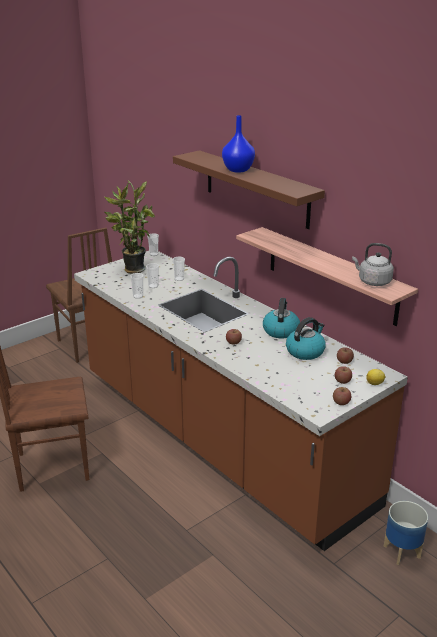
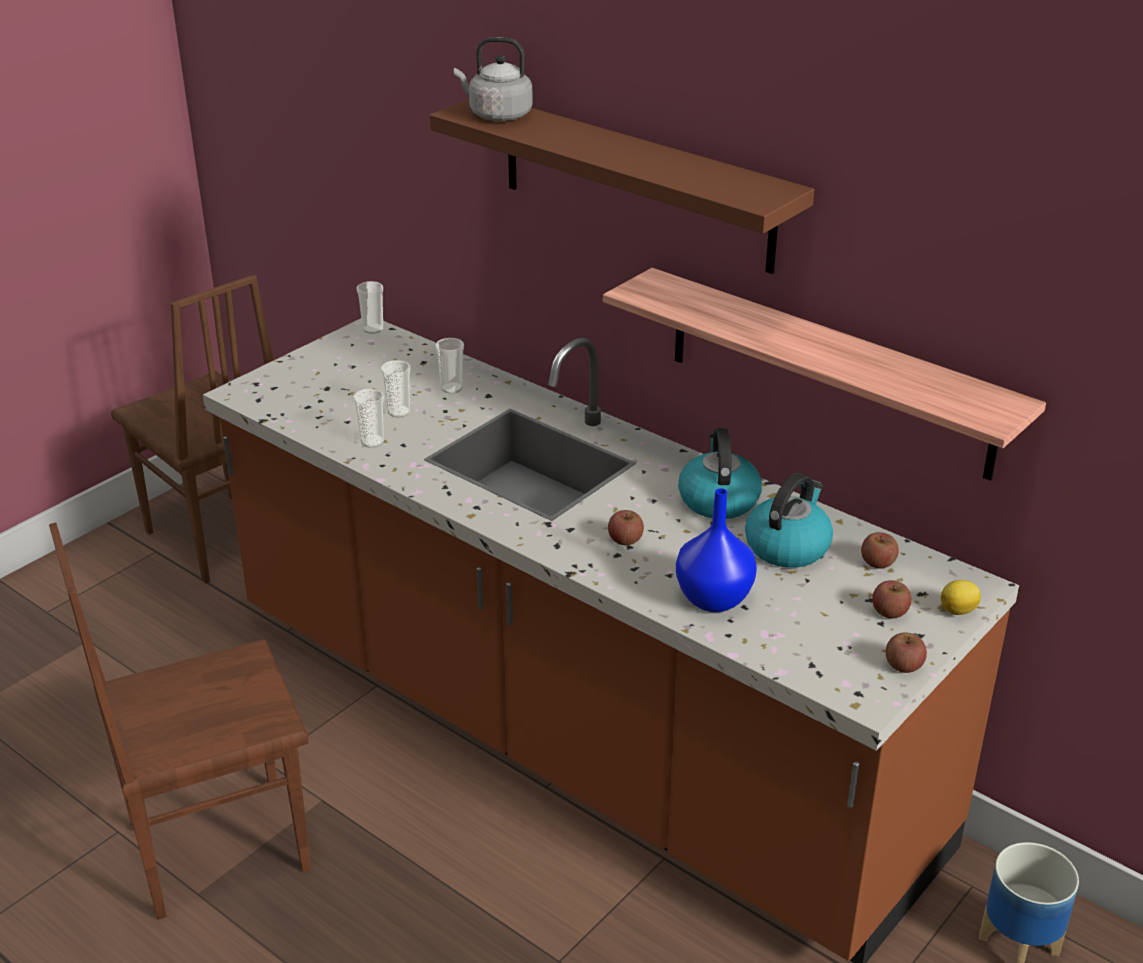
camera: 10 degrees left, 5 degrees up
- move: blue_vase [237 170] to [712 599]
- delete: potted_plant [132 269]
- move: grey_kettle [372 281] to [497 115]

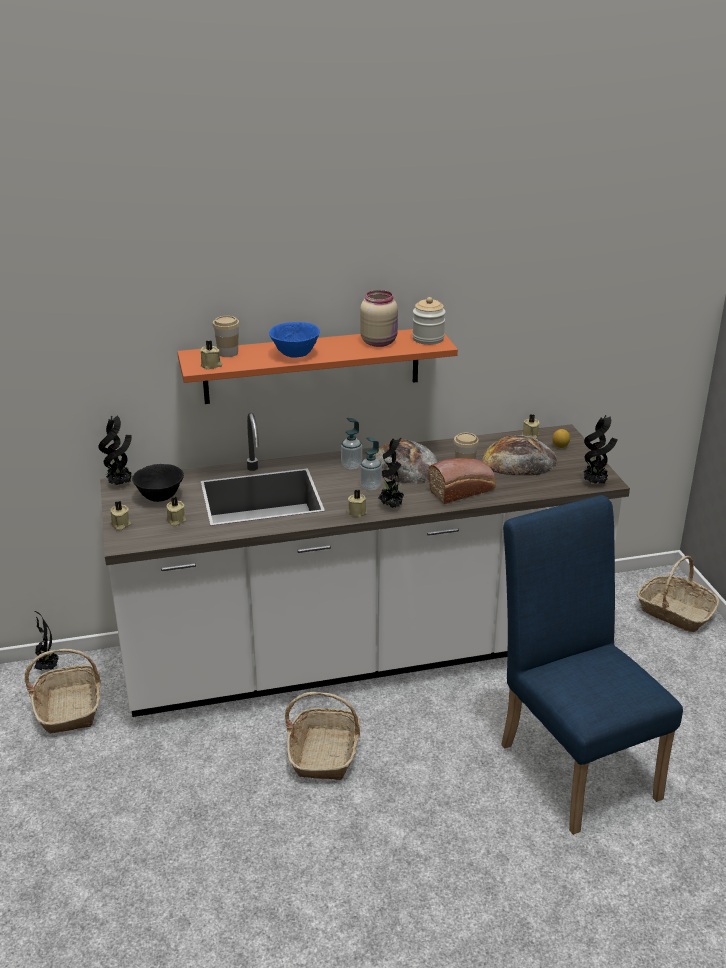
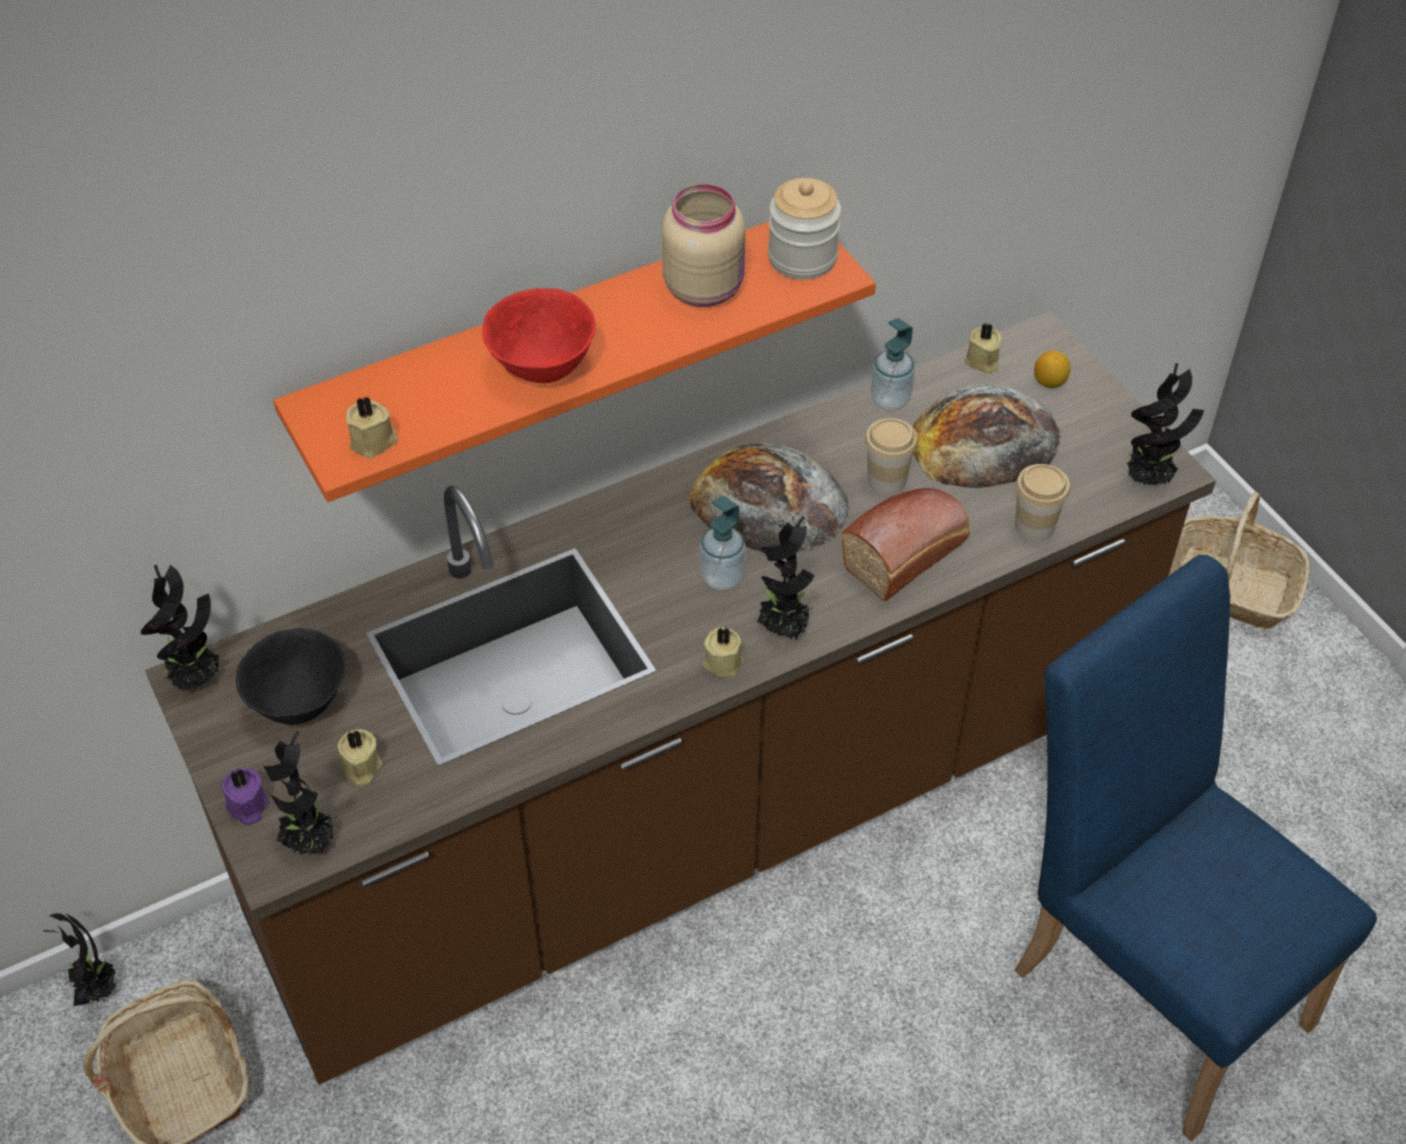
camera: 15 degrees left, 20 degrees up
- move: cup [228 353] to [1034 526]
- recolor: blue_bowl [295 355] to red_bowl [542 368]
- recolor: white_counter [363 655] to brown_counter [703 816]
- move: soap_dispenser [351 465] to [890 400]
- recolor: beige_candle [120 525] to purple_candle [247 807]
- delete: basket [324 753]
- insert: potted_plant [311 842]

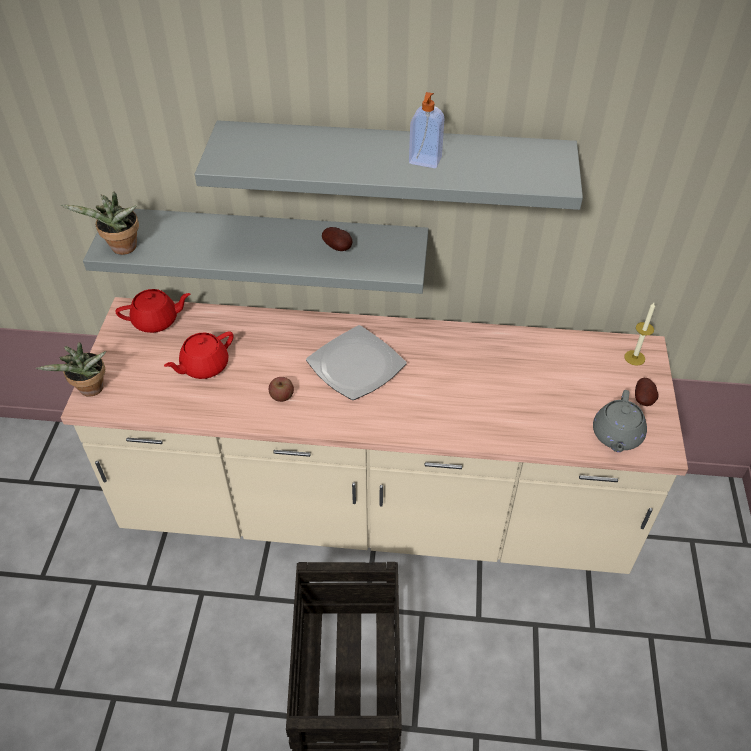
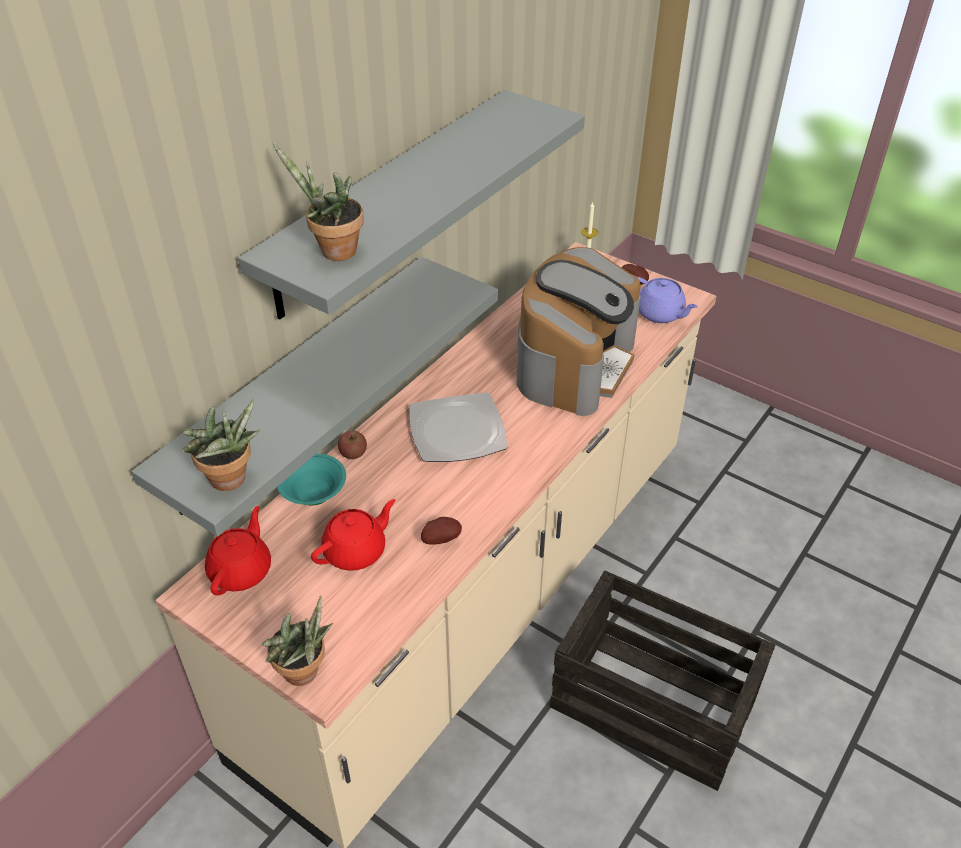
camera: 60 degrees left, 5 degrees down
- delete: soap_dispenser [425 161]
- move: potato [339 248] to [441 539]
- rotate: red_teapot [204 366] = [356 551] 120 degrees counterclockwise
- move: apple [282 396] to [353 453]
- recolor: grey_teapot [616 436] to purple_teapot [660 314]
- insert: potted_plant [333 251]
- insert: coffee_machine [574 364]
- insert: turquoise_bowl [314 496]

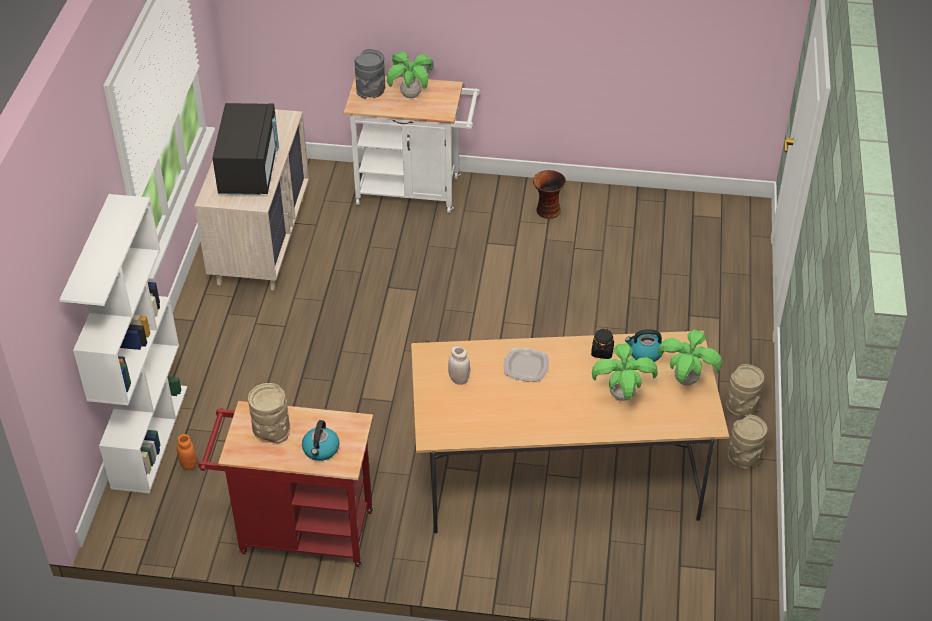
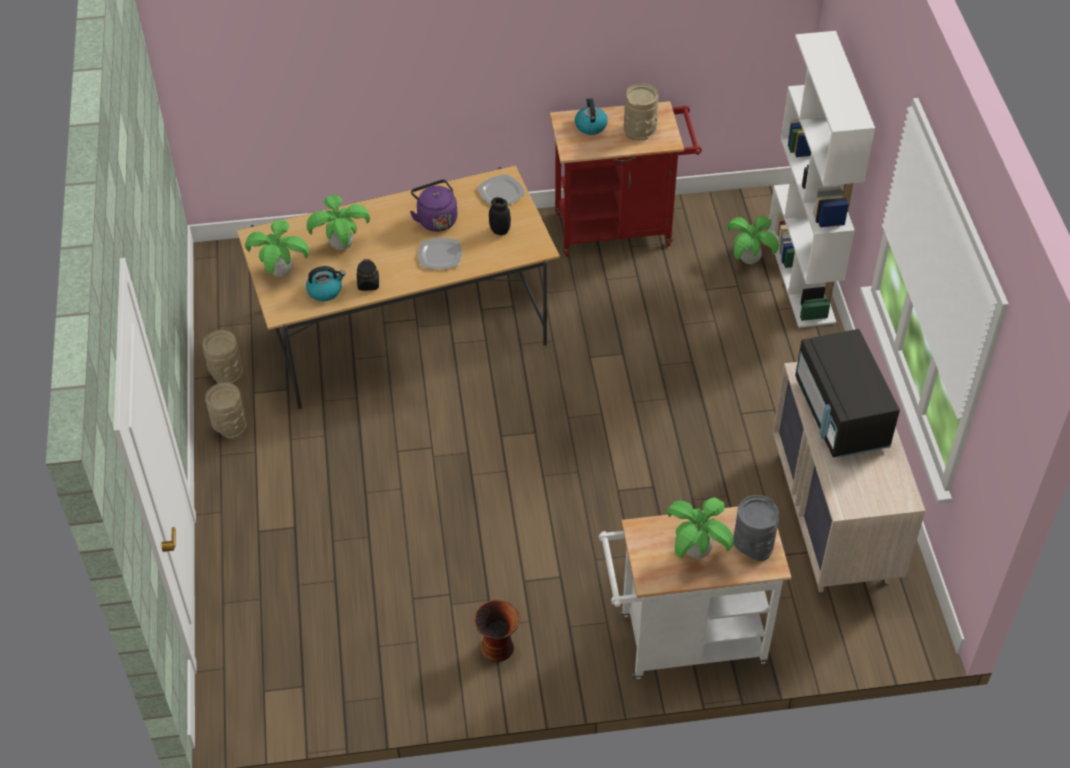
camera: 165 degrees right, 5 degrees up
- recolor: white_jar [459 379] to black_jar [500 230]
- replace: orange_jar [188 464] to potted_plant [749 260]
- insert: plate [501 192]
- insert: purple_kettle [436 219]

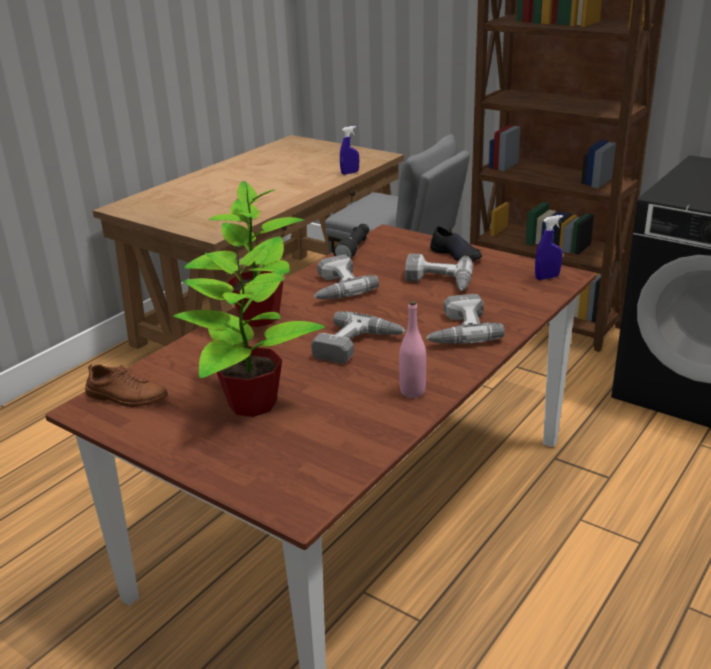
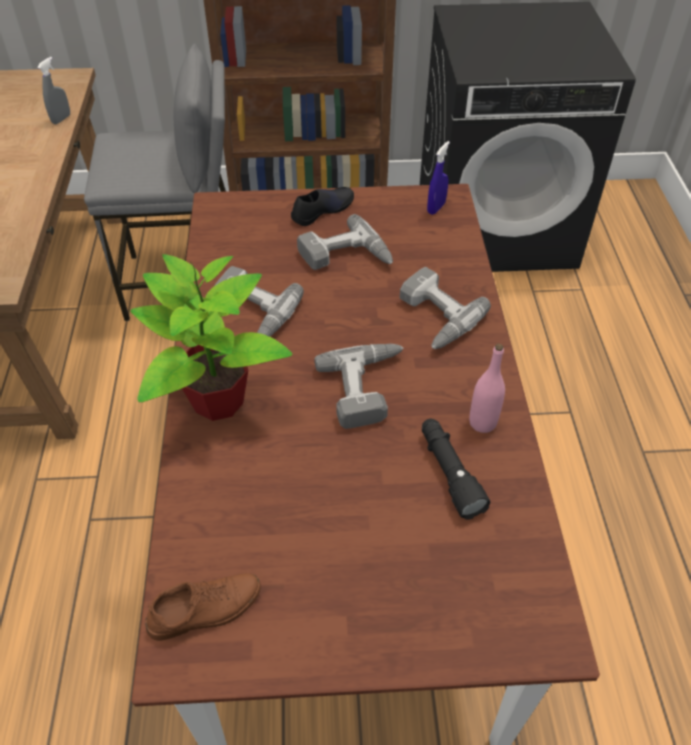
camera: 40 degrees left, 20 degrees up
- recolor: blue_spray_bottle [350 173] to grey_spray_bottle [61 119]
- move: black_flashlight [354 249] to [449 473]
- rotate: black_shoe [456 255] = [322 210] 45 degrees counterclockwise
- delete: potted_plant [251 403]

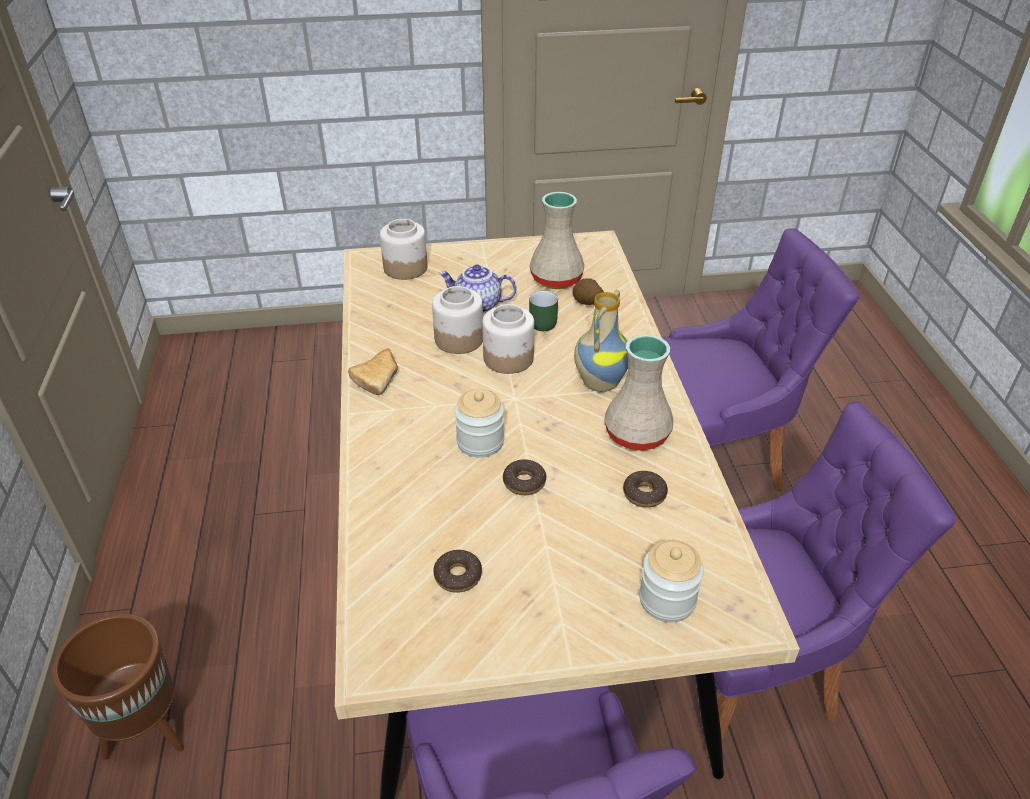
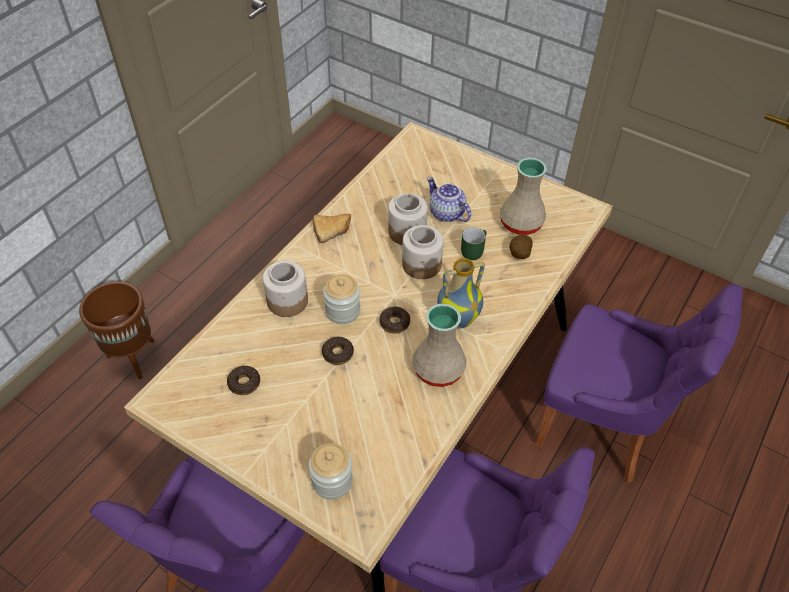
camera: 40 degrees right, 10 degrees up
- move: jar [405 267] to [288 301]
- move: donut [644 494] to [394 323]

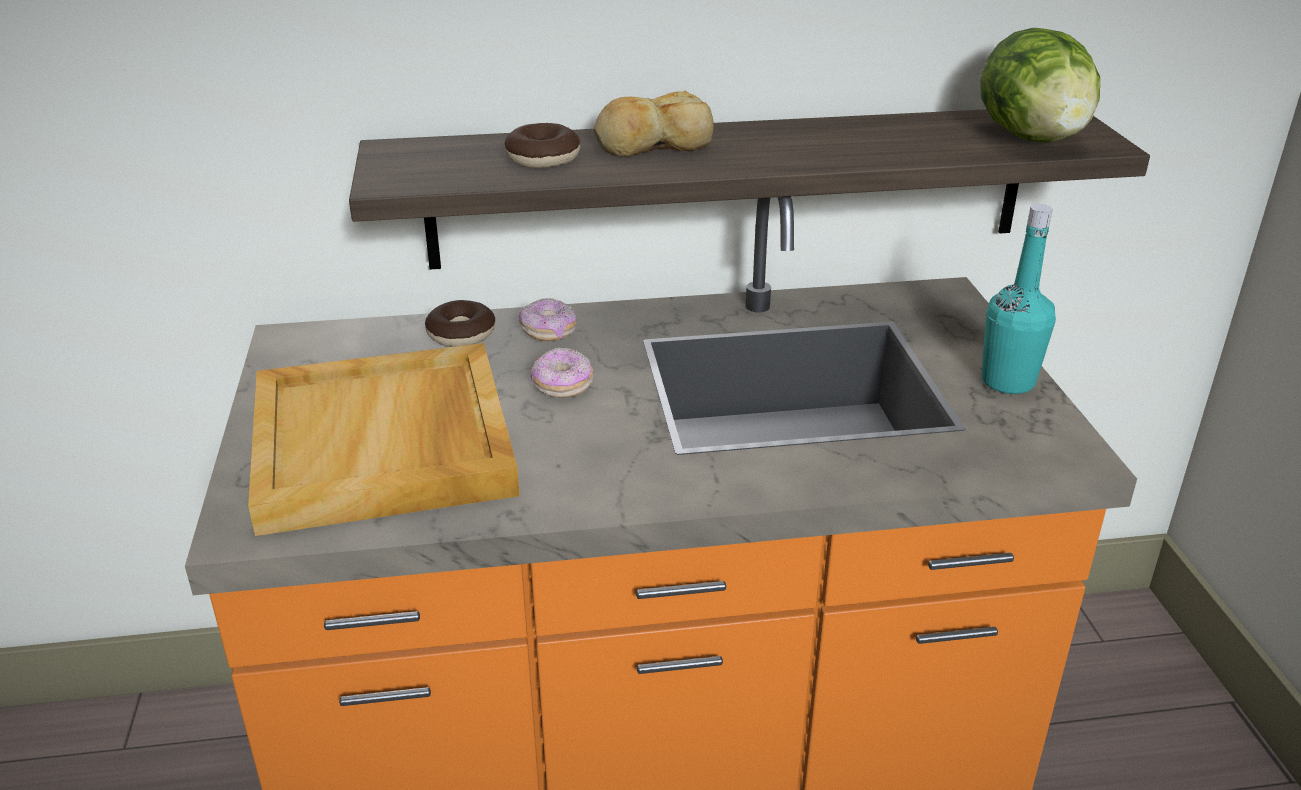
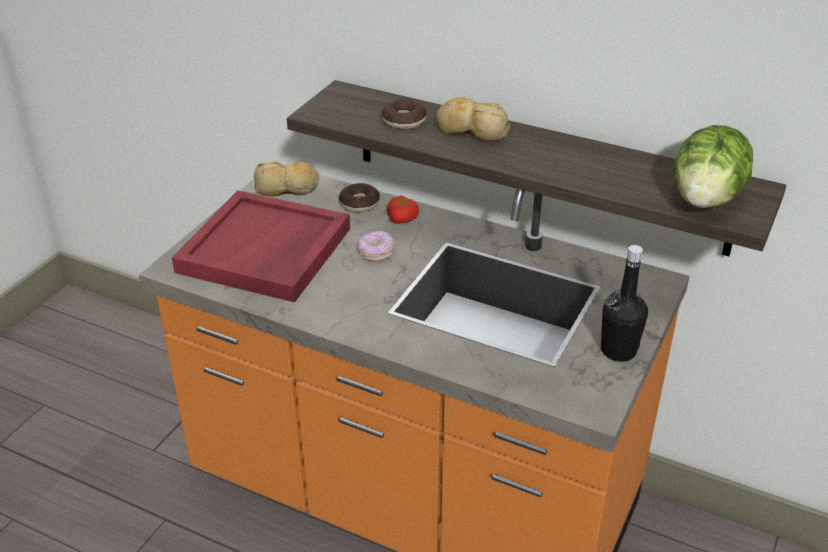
camera: 35 degrees right, 5 degrees up
- recolor: turquoise_bottle [1007 381] to black_bottle [618 350]
- replace: donut [549 332] to tomato [403 219]
- recolor: beige_tray [385 445] to red_tray [265 251]
- insert: bread [287 188]

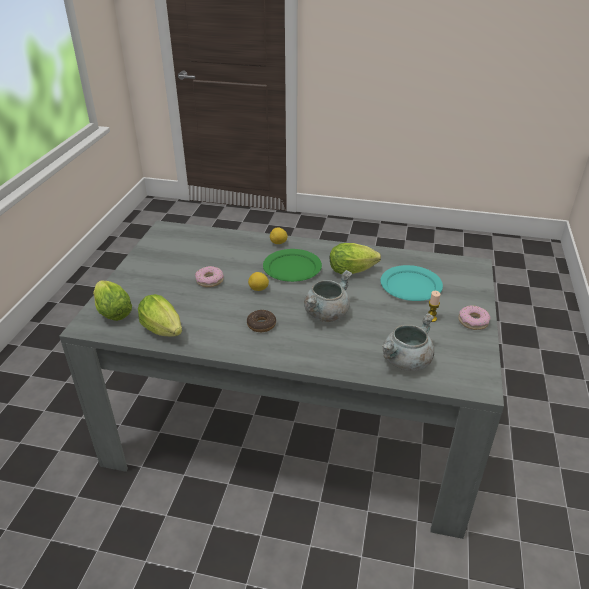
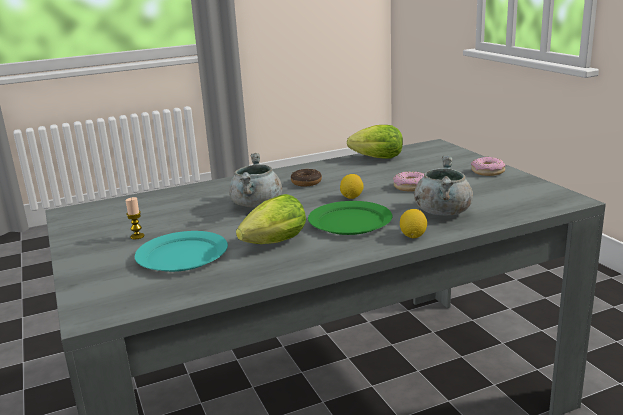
camera: 145 degrees right, 15 degrees down
- delete: lettuce [112 311]
- move: donut [473 321] to [487 171]
- move: grey_cooking_pot [406 361] to [442 211]

